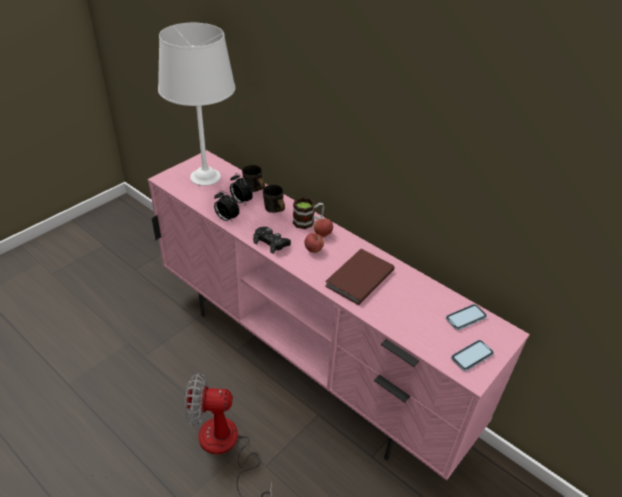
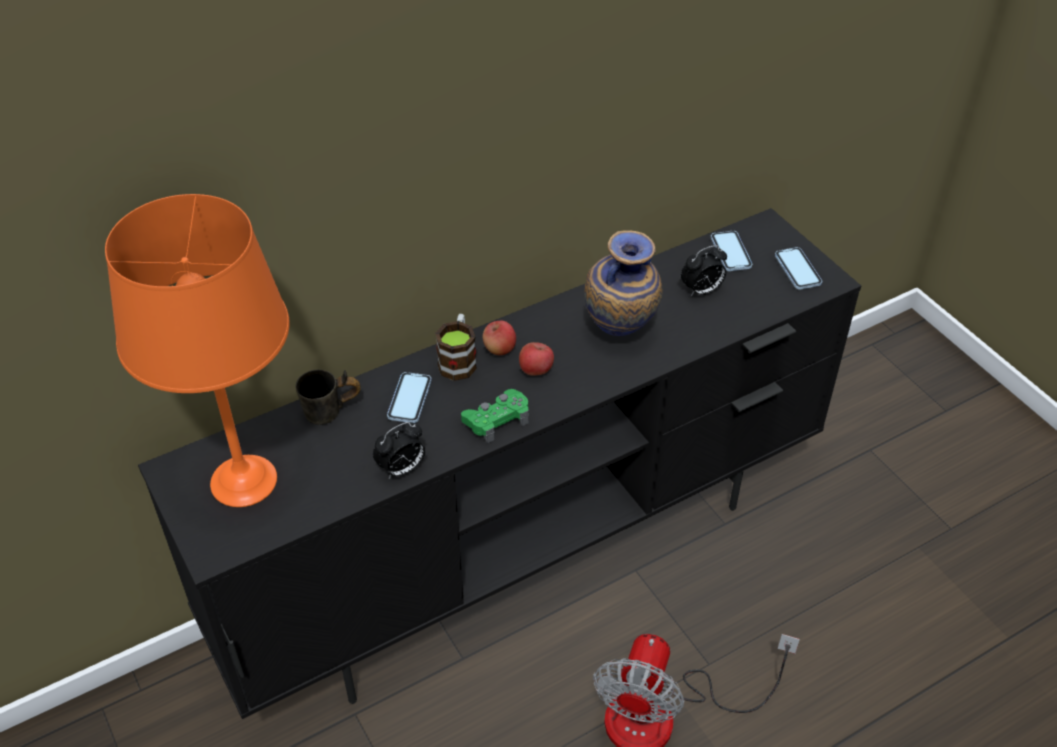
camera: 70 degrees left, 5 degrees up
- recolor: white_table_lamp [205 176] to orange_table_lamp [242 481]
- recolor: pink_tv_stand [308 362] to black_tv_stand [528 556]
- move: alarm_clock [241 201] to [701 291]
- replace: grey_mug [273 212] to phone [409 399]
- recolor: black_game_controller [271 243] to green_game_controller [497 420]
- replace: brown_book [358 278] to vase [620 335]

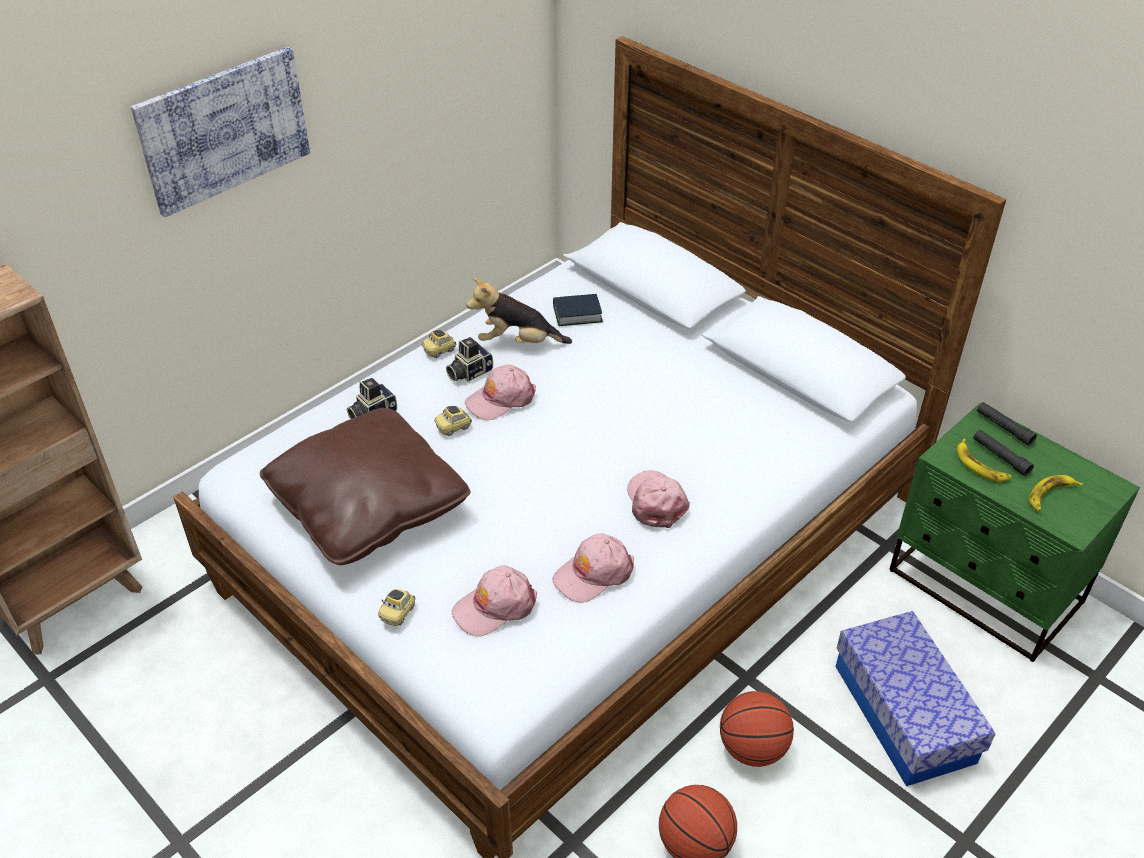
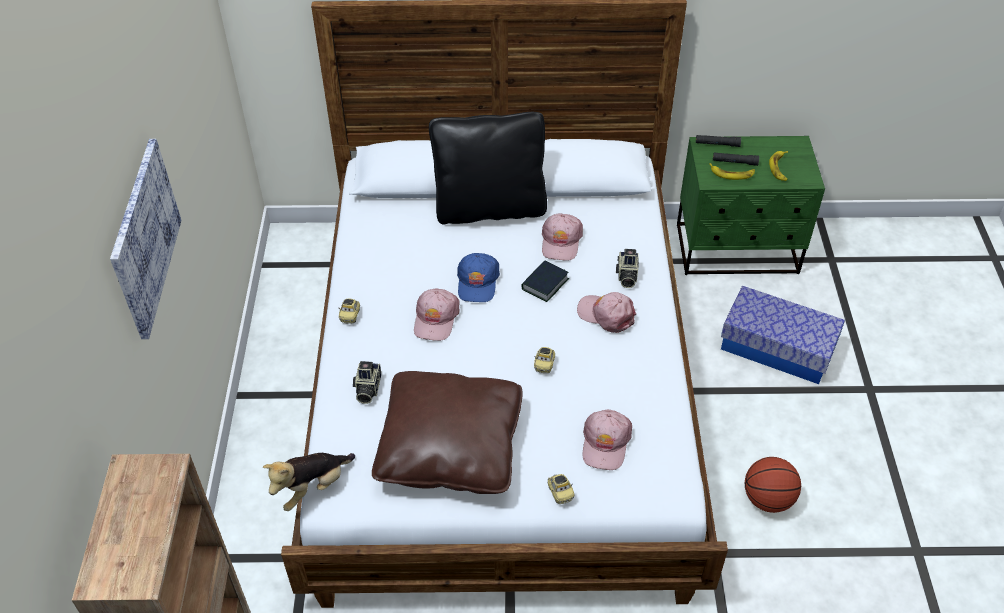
camera: 45 degrees left, 5 degrees up
- move: plush_toy [518 342] to [312 488]
- move: book [577 314] to [545 284]
- move: photo_camera [468 372] to [626 276]
- move: toy_car [453 427] to [544 364]
- move: pink_cap [593 574] to [561 241]
- delete: basketball [752 748]
- insert: black_pillow [490 208]
- insert: blue_cap [477 282]

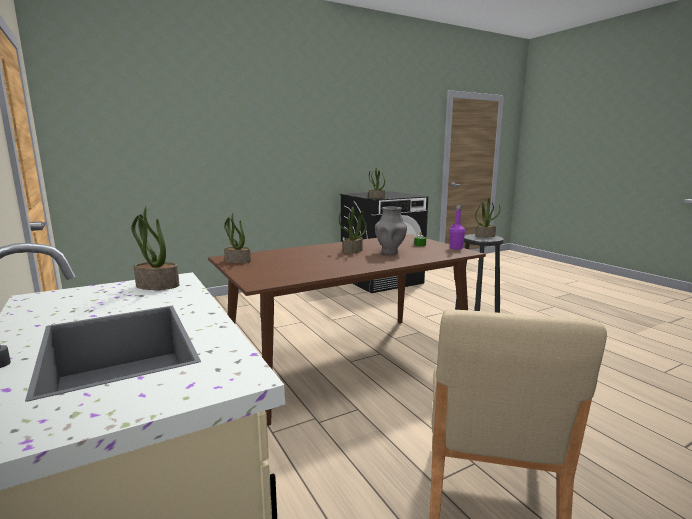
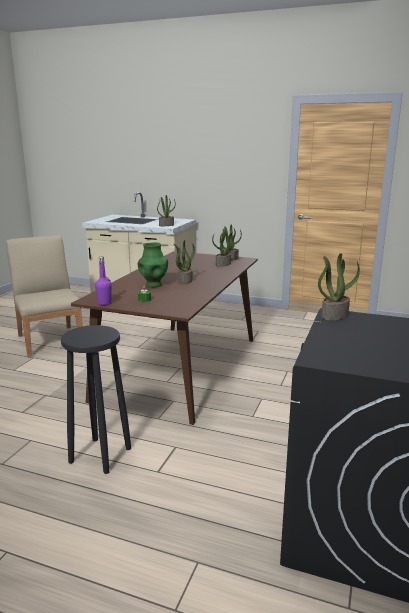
camera: 140 degrees right, 5 degrees up
- move: potted_plant [485 236] to [223 264]
- recolor: grey_vase [390 252] to green_vase [153 285]

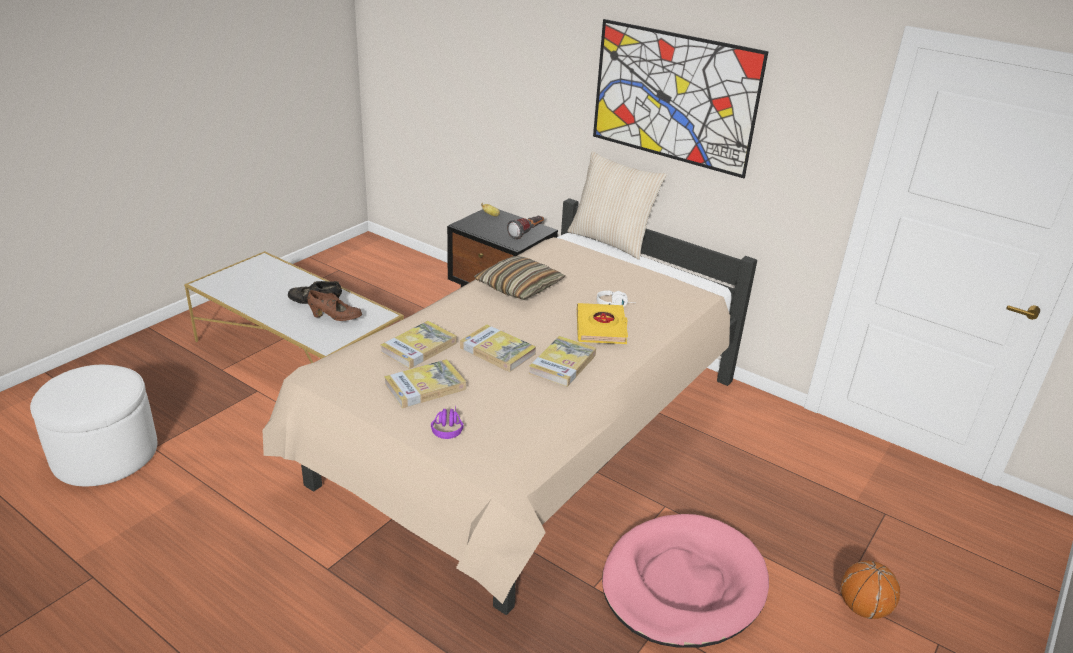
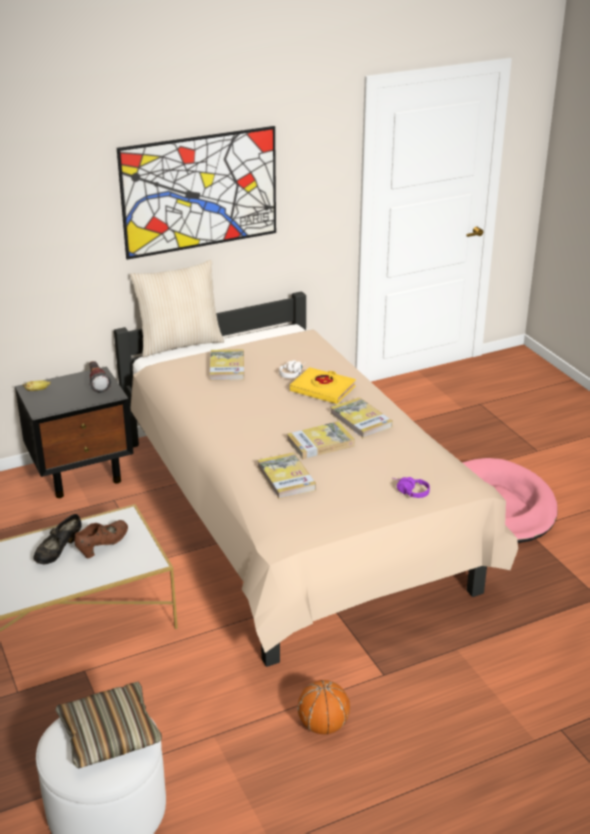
camera: 60 degrees left, 0 degrees up
- move: pillow [519 287] to [109 734]
- move: book [425 386] to [227 367]
- move: basketball [863 608] to [323 725]

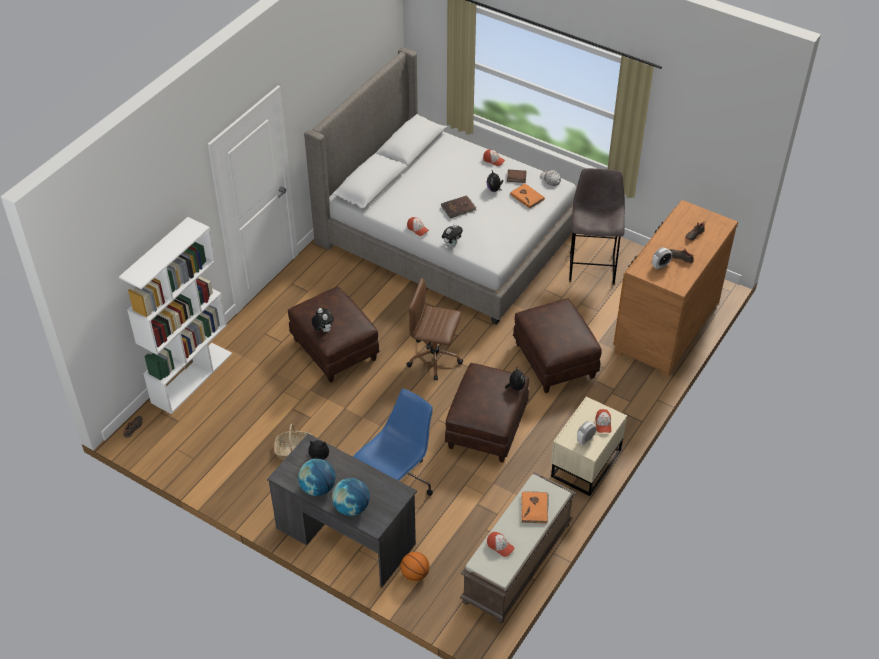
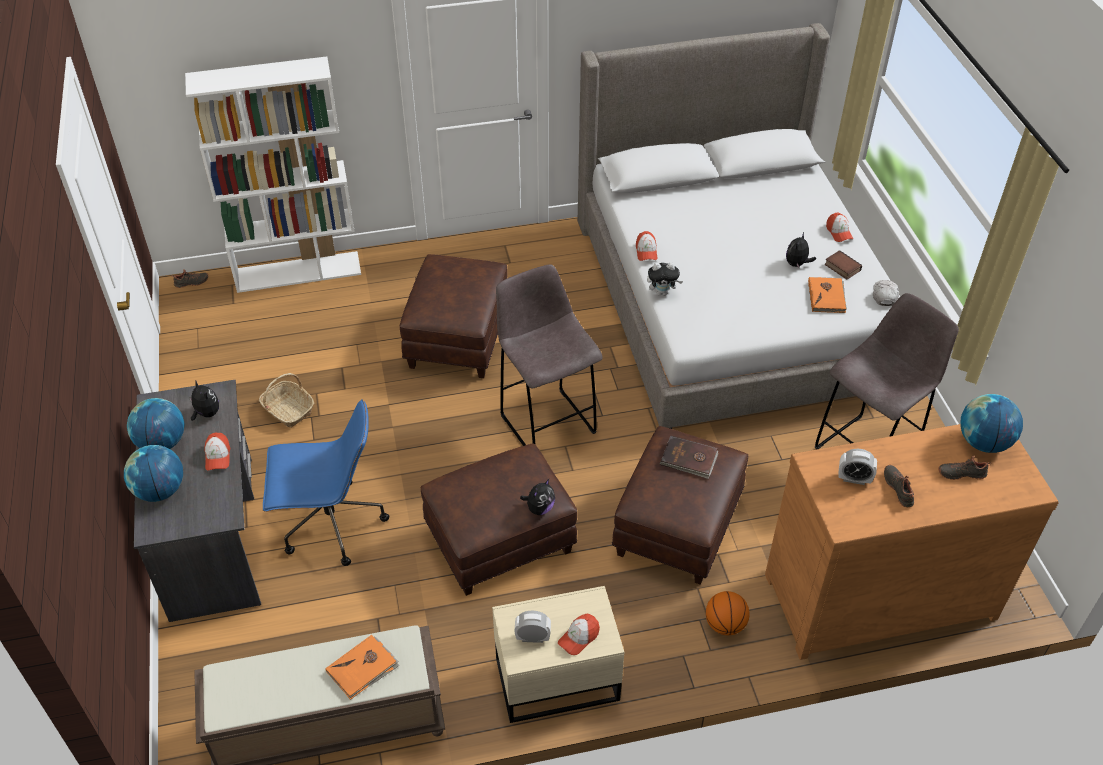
camera: 45 degrees right, 0 degrees up
- move: brown_book [458 208] to [689 459]
- replace: brown_office_chair [435 358] to grey_stool [546 422]
- delete: plush_toy [323 330]
- move: cap [500 546] to [218 456]
- move: basketball [415 574] to [725 624]
- insert: globe [983 442]

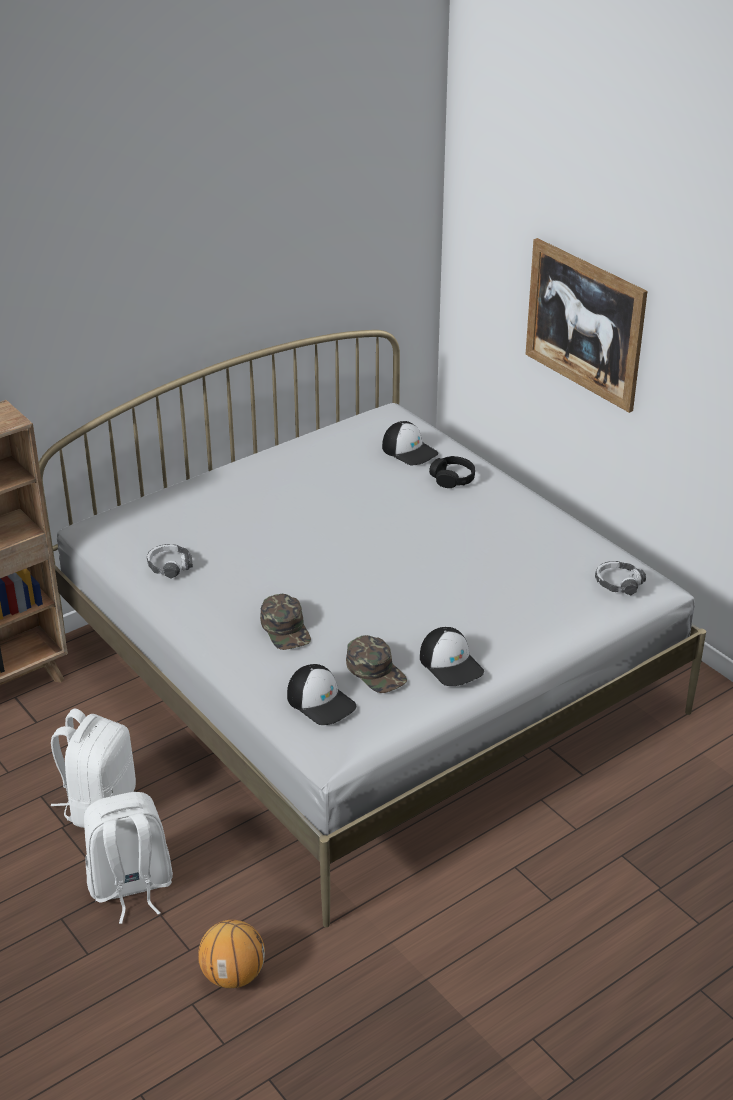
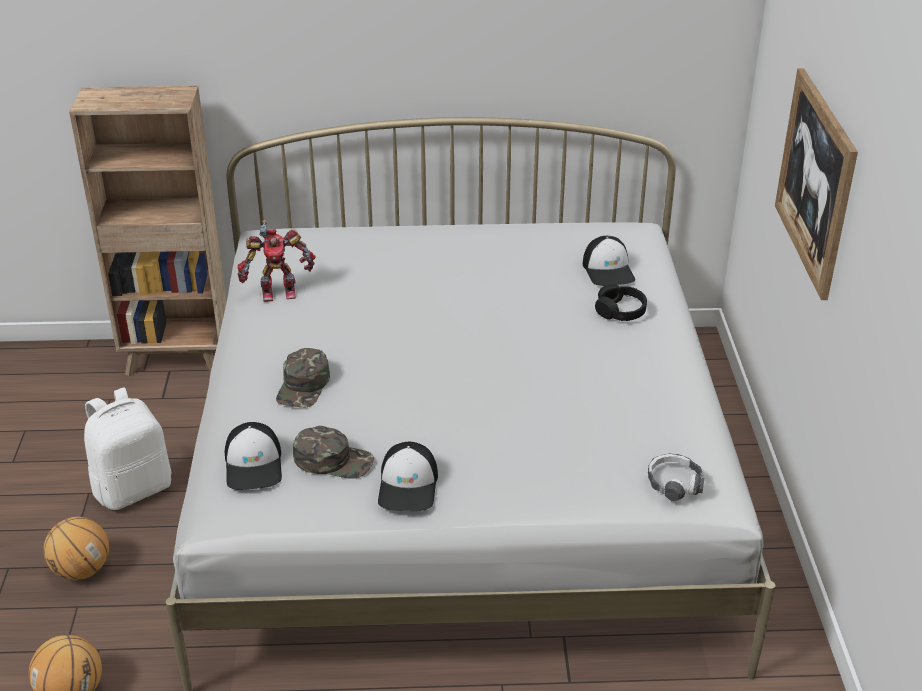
camera: 35 degrees right, 0 degrees up
- replace: headphones [169 566] to toy_robot [278 291]
- rotate: green_cap [376 671] = [333 460] 75 degrees counterclockwise
- replace: white_backpack [130 887] to basketball [81 570]

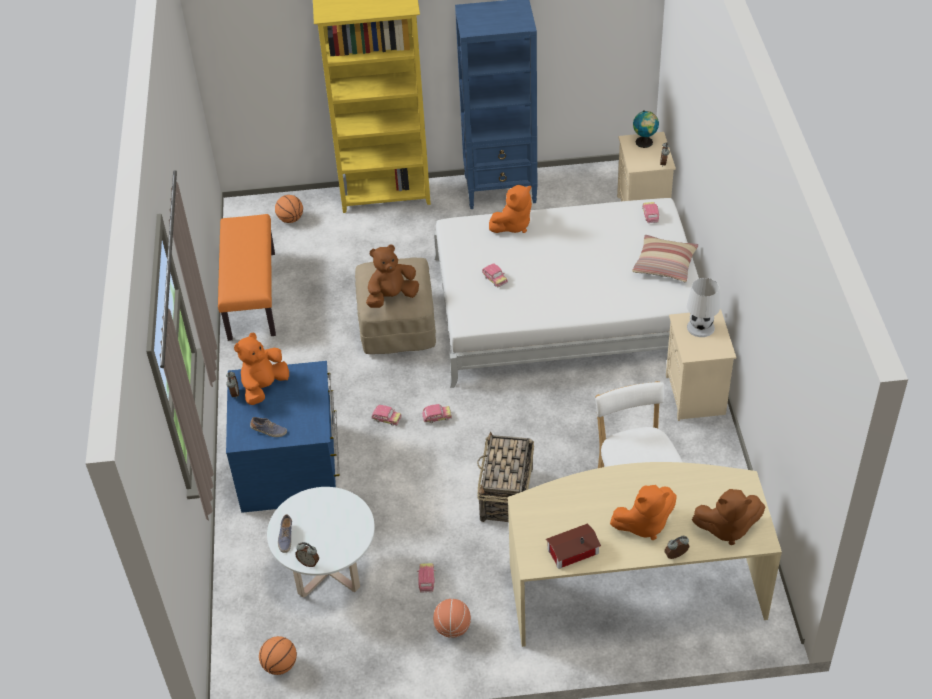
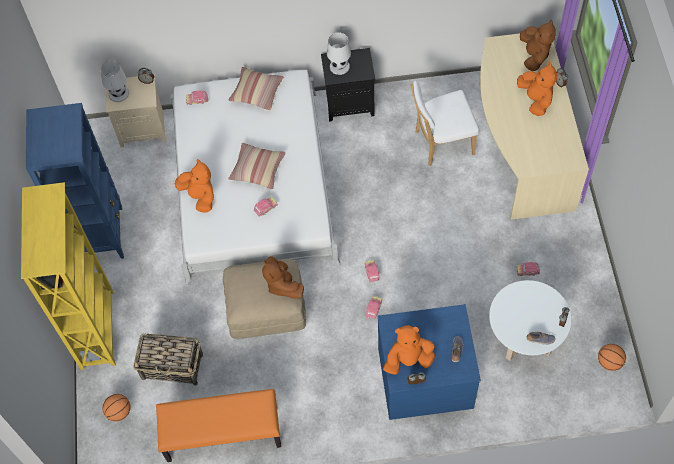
camera: 90 degrees left, 15 degrees up
- replace: globe [645 143] to white_table_lamp [119 93]
- recolor: beige_nightstand [696 396] to black_nightstand [350 103]
- rotate: orange_plush_toy [264 387] = [408 360] 135 degrees clockwise
- move: basket [506 495] to [173 366]
- delete: toy_house [571 551]
- delete: basketball [452 628]
- insert: pillow [257 169]

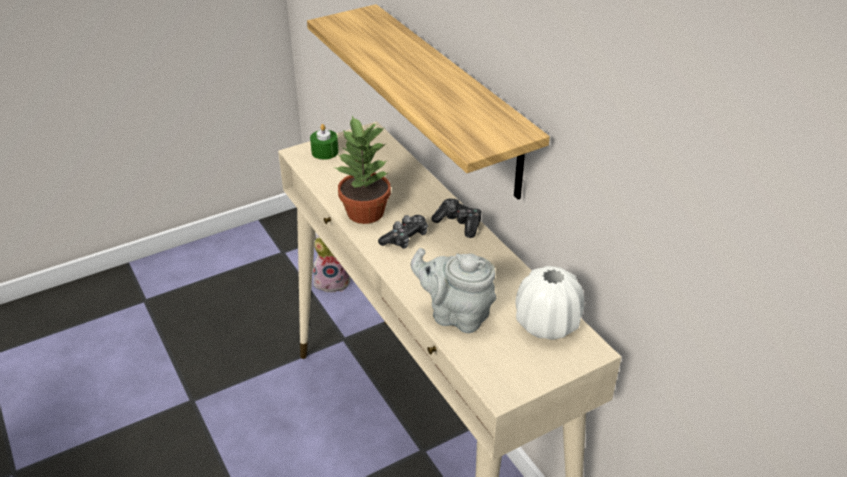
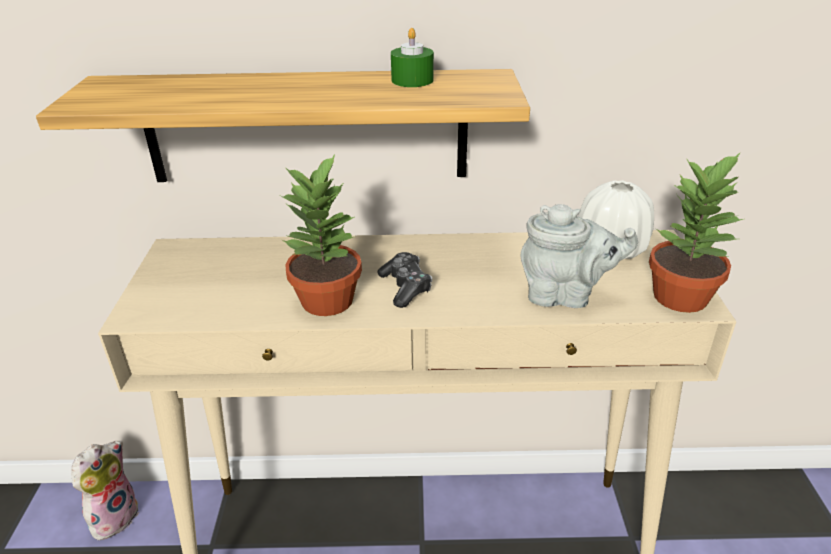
camera: 60 degrees left, 5 degrees down
- move: green_candle [325 152] to [412 80]
- delete: game_controller [459 223]
- rotate: grey_teapot [456 315] = [565 295] 135 degrees counterclockwise
- insert: potted_plant [682 297]

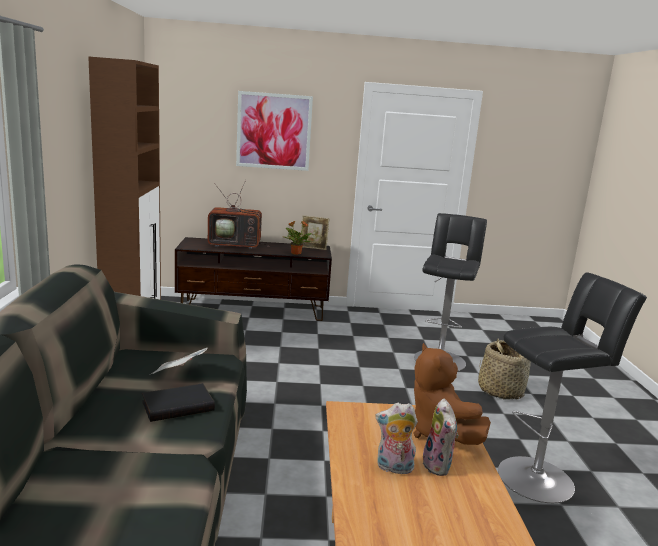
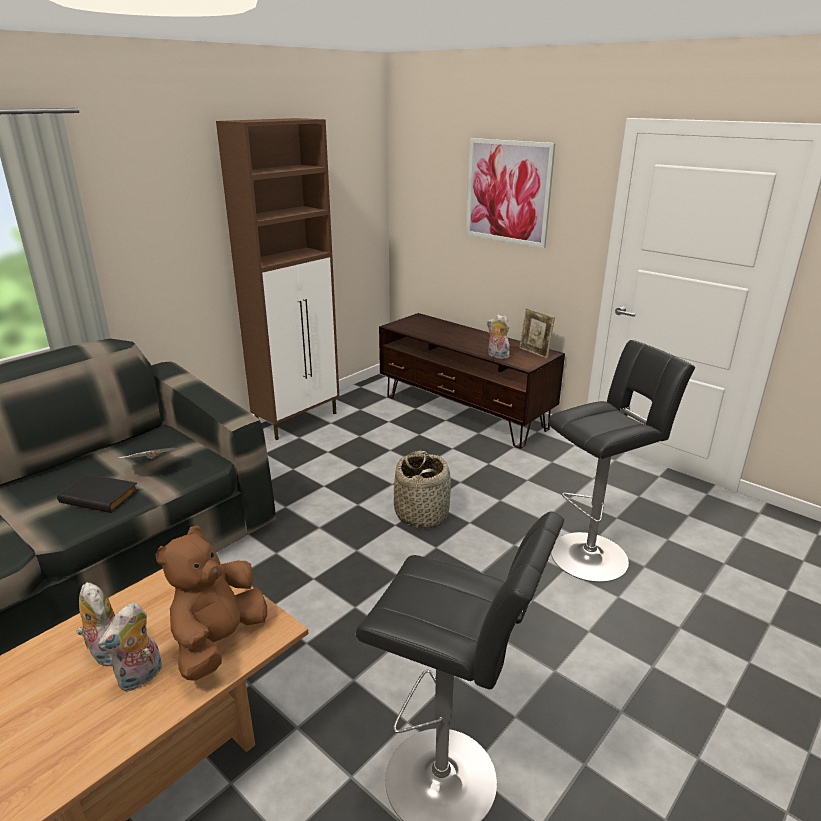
camera: 45 degrees right, 10 degrees up
- delete: television [236 245]
- replace: potted_plant [295 253] to plush_toy [497 356]
- move: basket [500 391] to [422 514]

